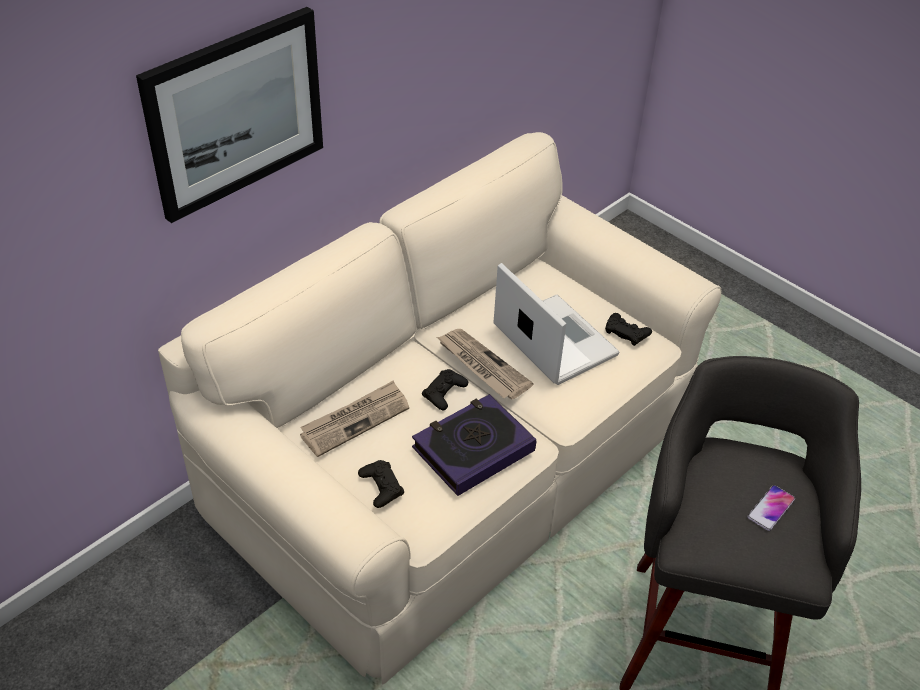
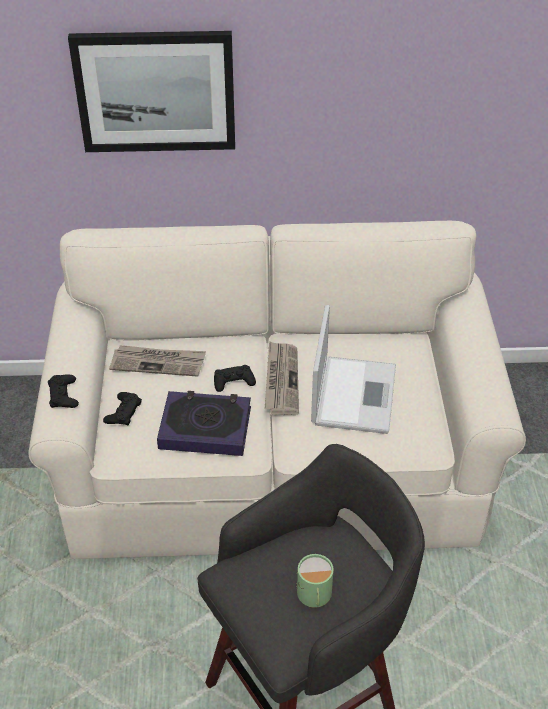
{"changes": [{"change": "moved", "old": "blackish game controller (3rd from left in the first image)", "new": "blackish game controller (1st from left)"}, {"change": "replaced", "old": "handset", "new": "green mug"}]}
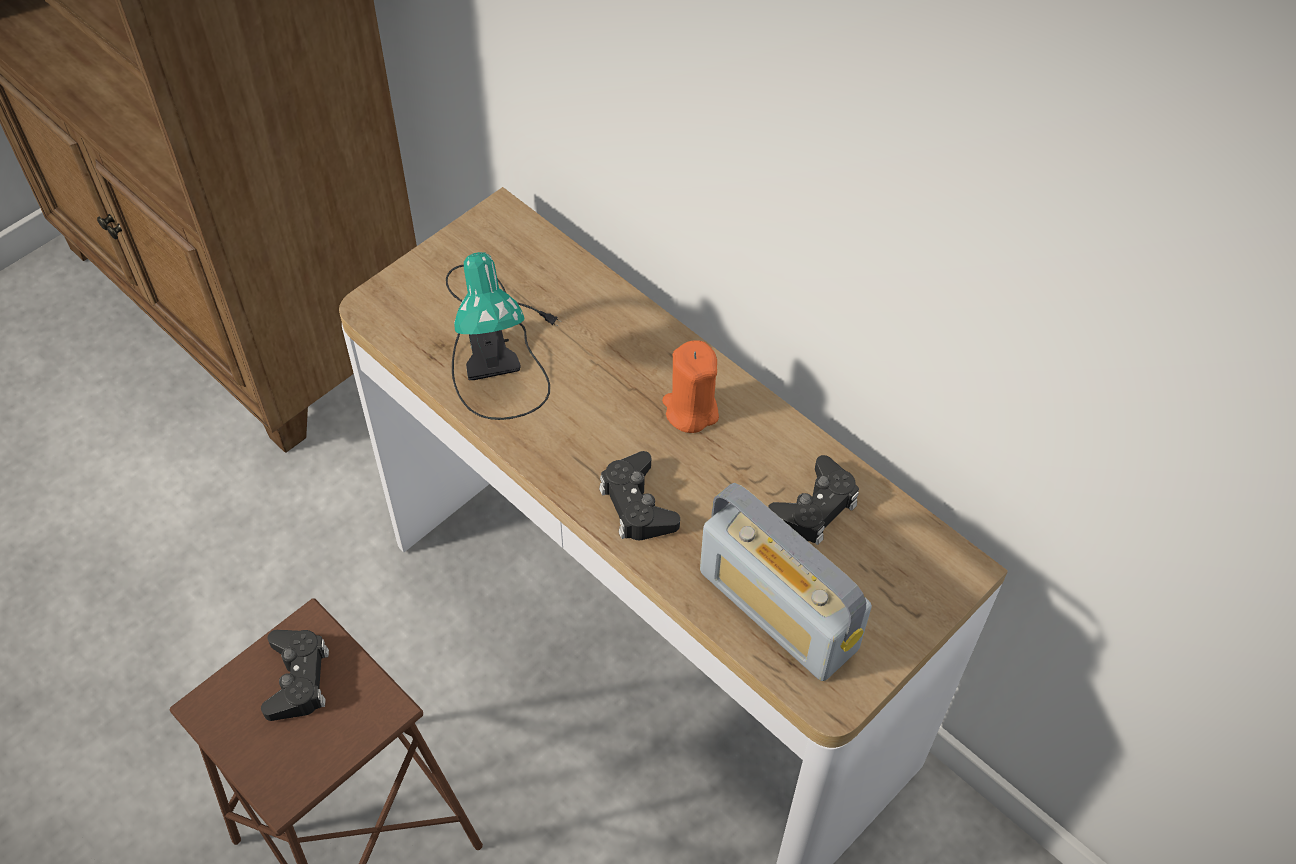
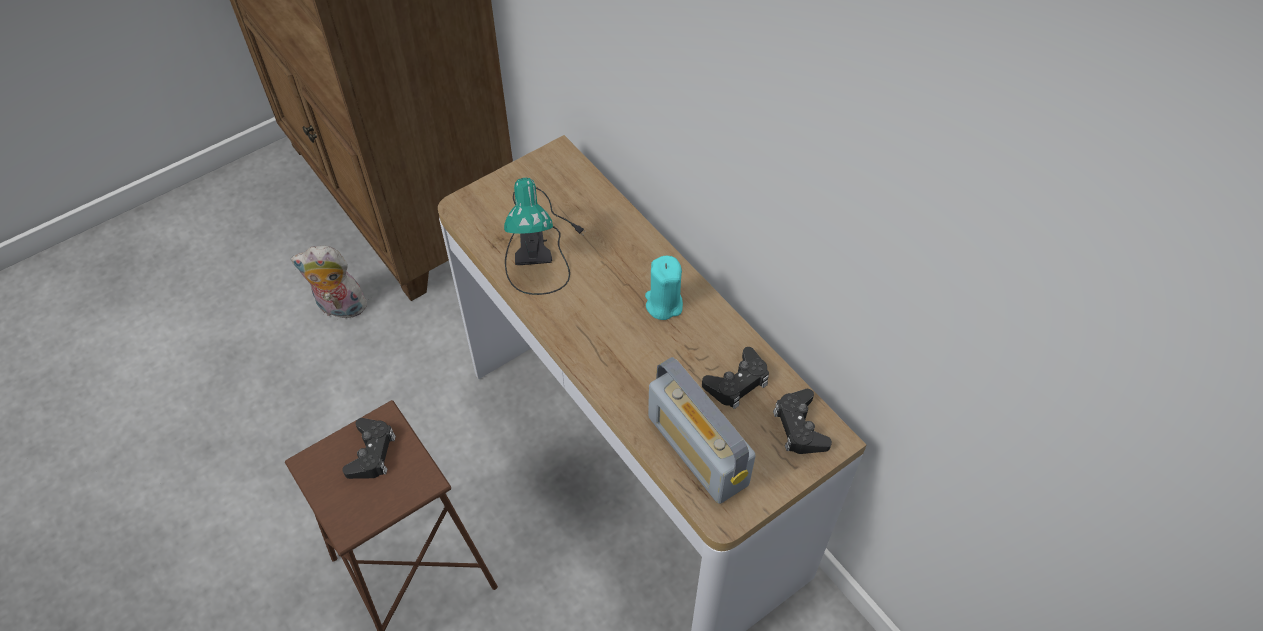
{"changes": [{"change": "moved", "old": "blackish game controller (2nd from left in the first image)", "new": "blackish game controller (3rd from left)"}, {"change": "recoloured", "old": "orange candle", "new": "turquoise candle"}, {"change": "added", "new": "cuddly toy"}]}
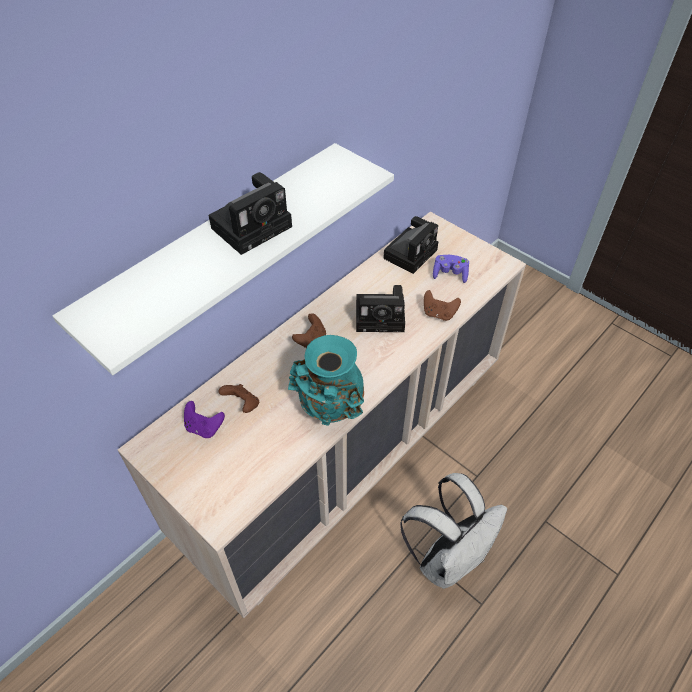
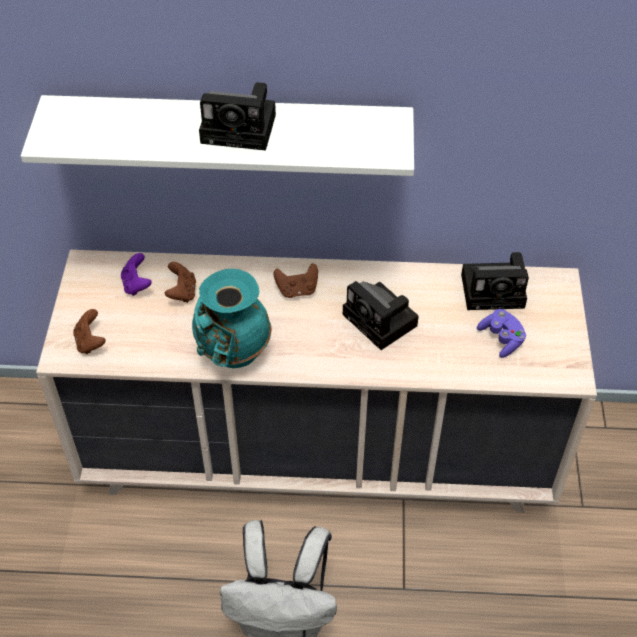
{"changes": [{"change": "moved", "old": "brown game controller (3rd from left in the first image)", "new": "brown game controller (1st from left)"}]}
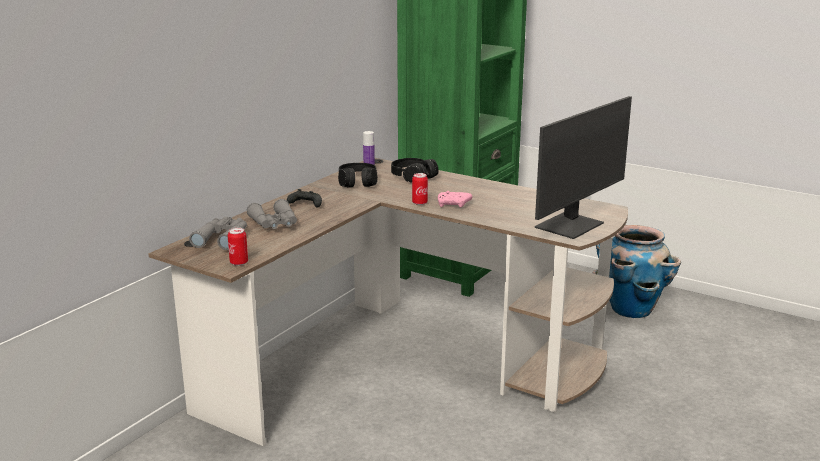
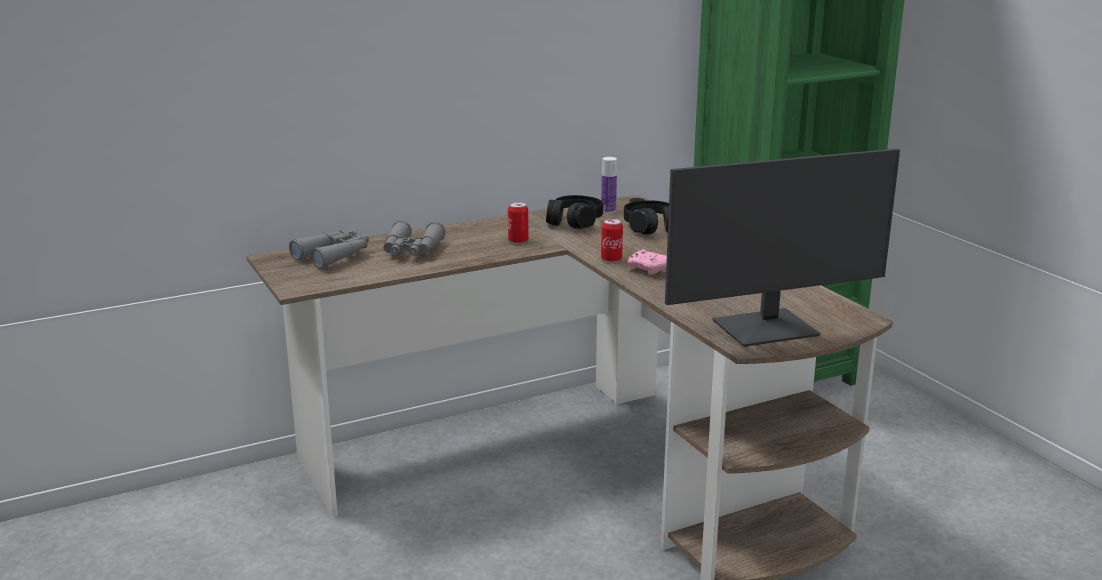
{"changes": [{"change": "moved", "old": "can (1st from left)"}, {"change": "removed", "old": "blackish game controller"}, {"change": "removed", "old": "plant pot"}]}
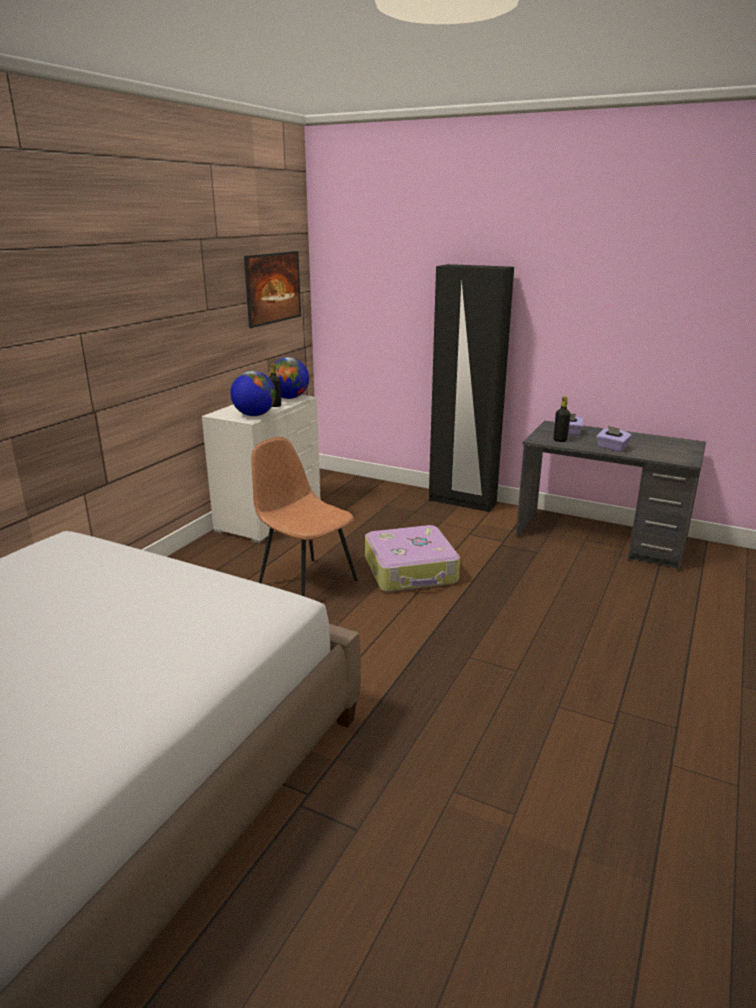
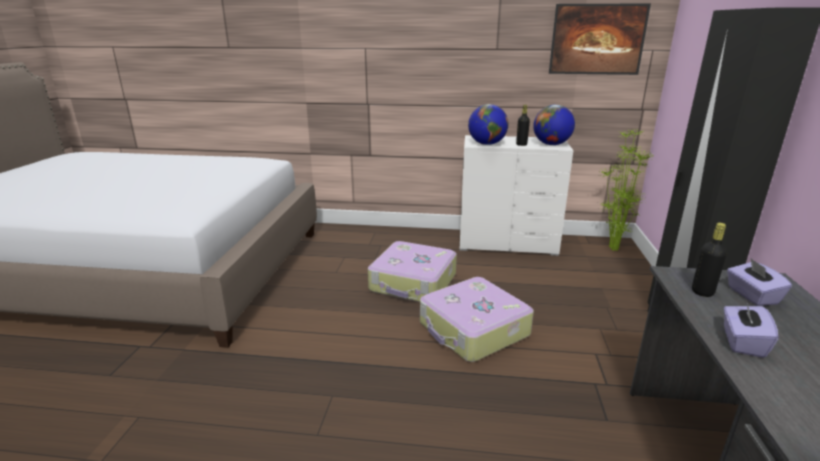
{"changes": [{"change": "replaced", "old": "brown chair", "new": "travel case (1st from left)"}, {"change": "added", "new": "plant in a pot"}]}
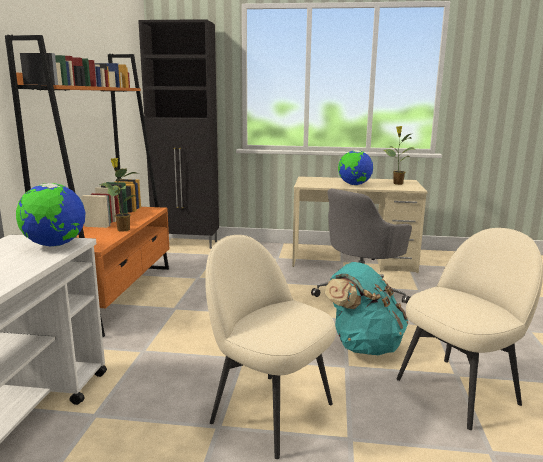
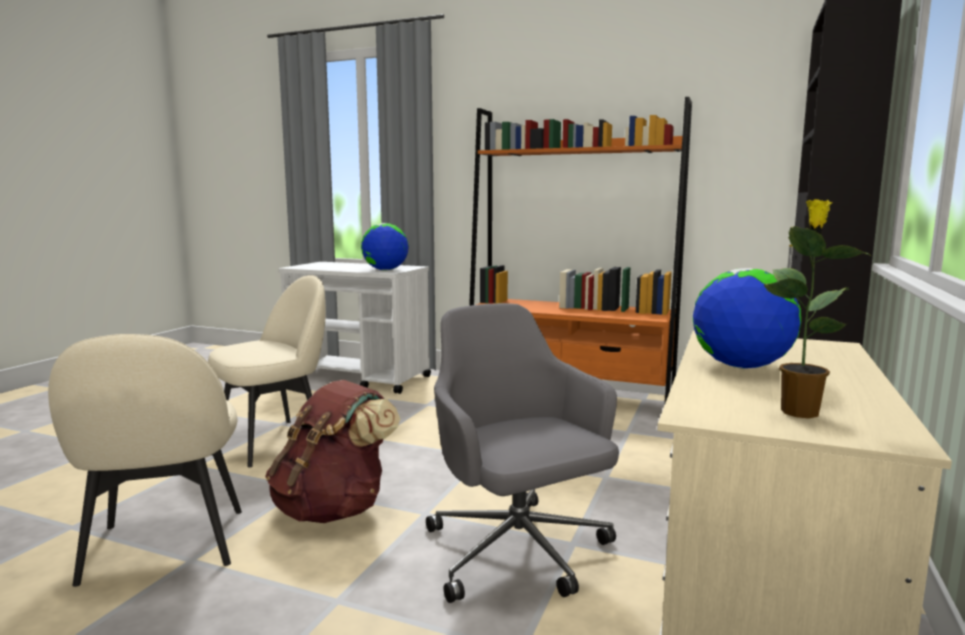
{"changes": [{"change": "removed", "old": "plant in a pot (1st from left)"}, {"change": "recoloured", "old": "turquoise knapsack", "new": "brown knapsack"}]}
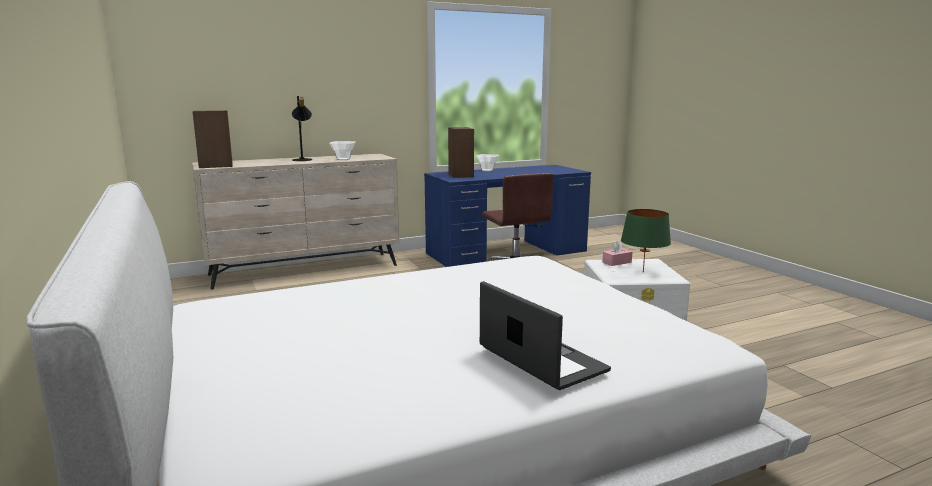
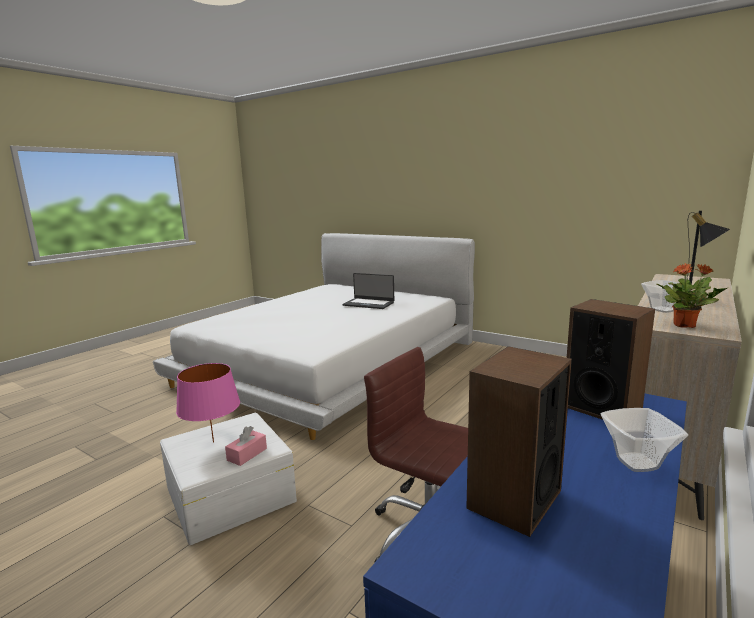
{"changes": [{"change": "moved", "old": "audio speaker (1st from left)"}, {"change": "moved", "old": "notebook computer"}, {"change": "recoloured", "old": "green table lamp", "new": "pink table lamp"}, {"change": "added", "new": "plant in a pot"}]}
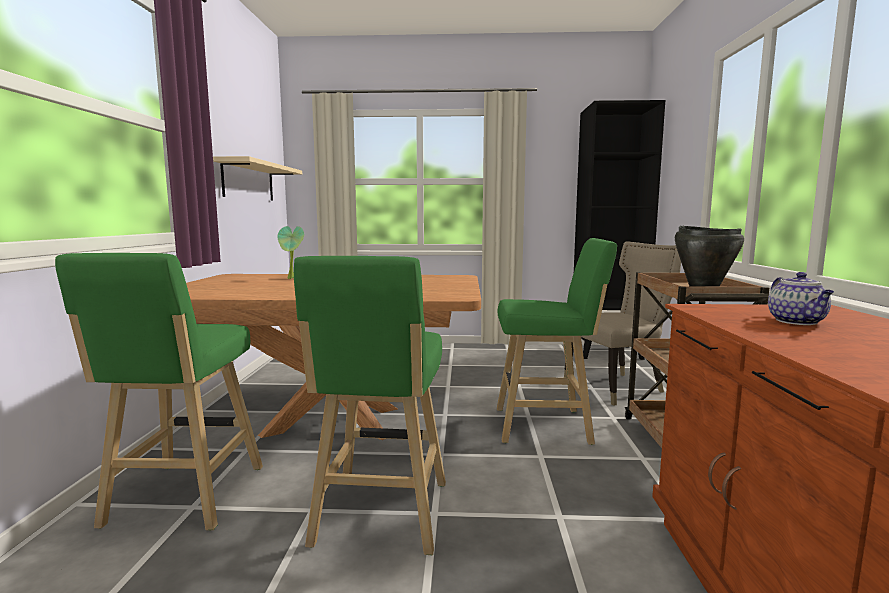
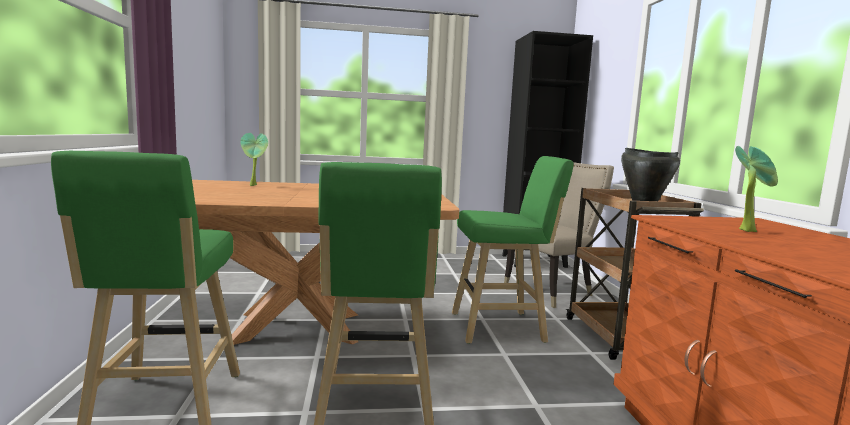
{"changes": [{"change": "removed", "old": "beige bracket shelf"}, {"change": "replaced", "old": "pot for tea", "new": "plant in a pot (2nd from left)"}]}
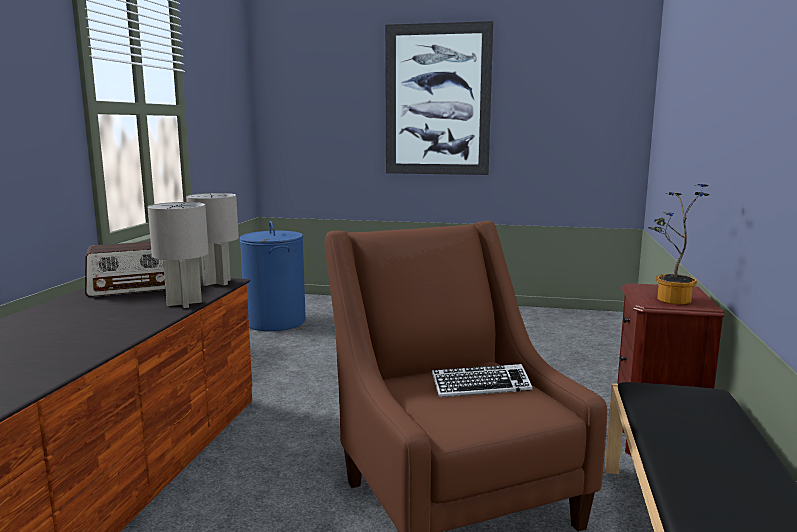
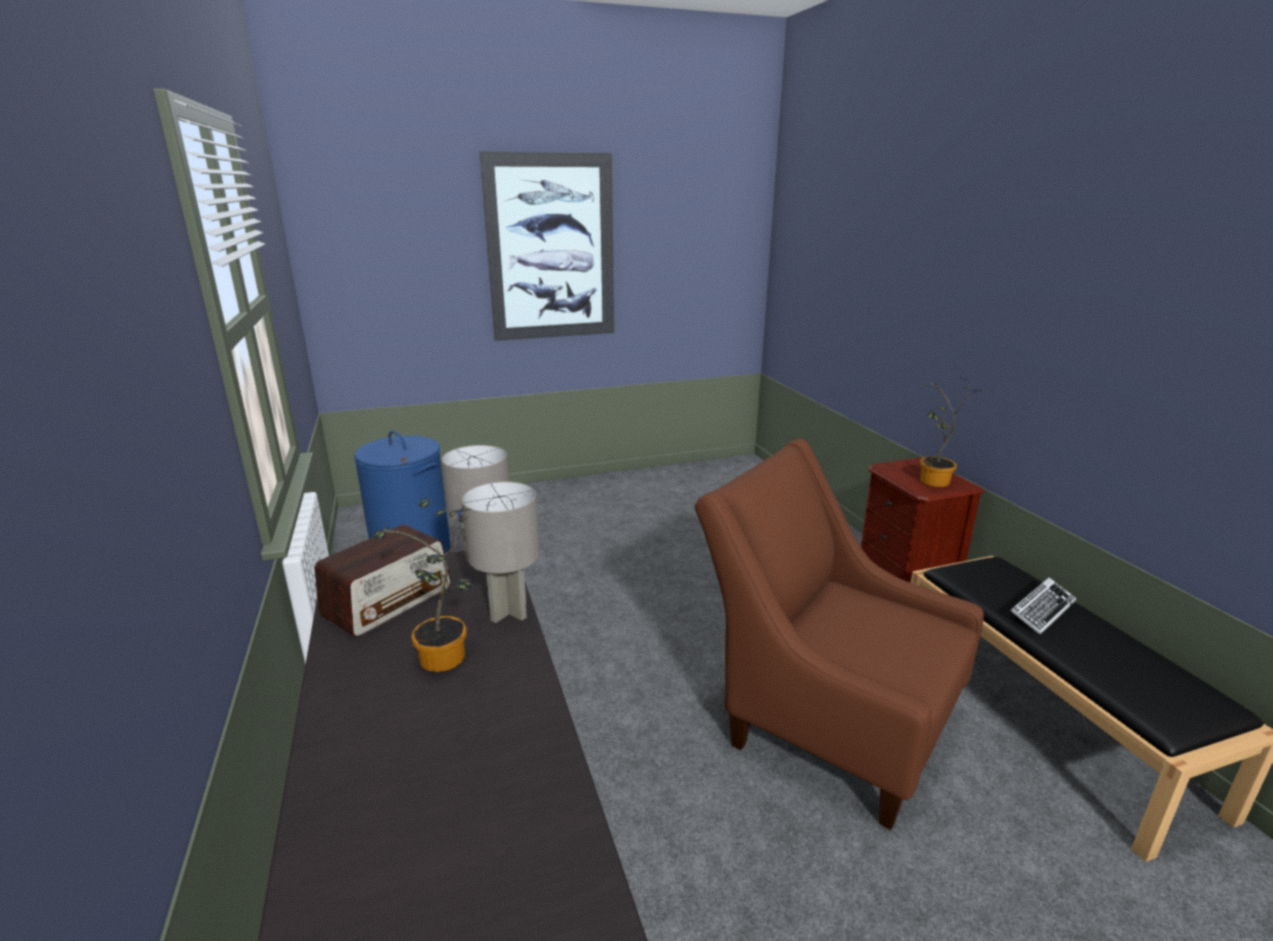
{"changes": [{"change": "moved", "old": "PC keyboard"}, {"change": "added", "new": "plant in a pot (1st from left)"}]}
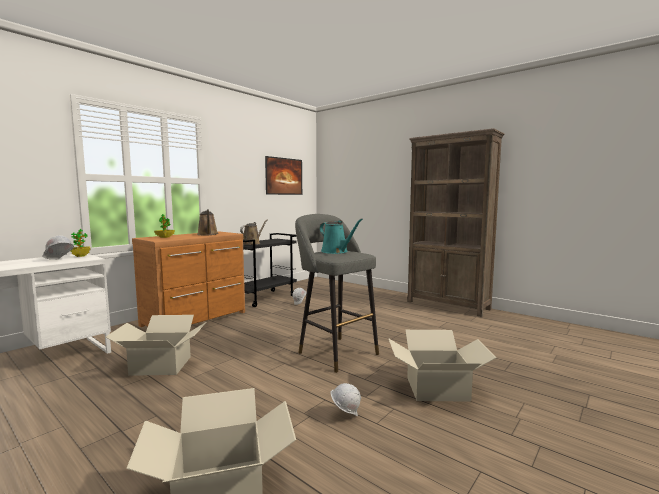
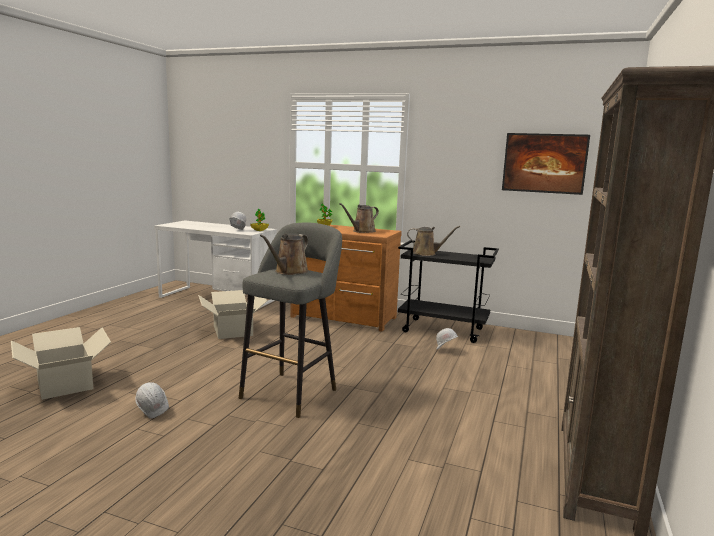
{"changes": [{"change": "recoloured", "old": "turquoise watering pot", "new": "brown watering pot (1st from left)"}, {"change": "removed", "old": "packing box (3rd from left)"}]}
